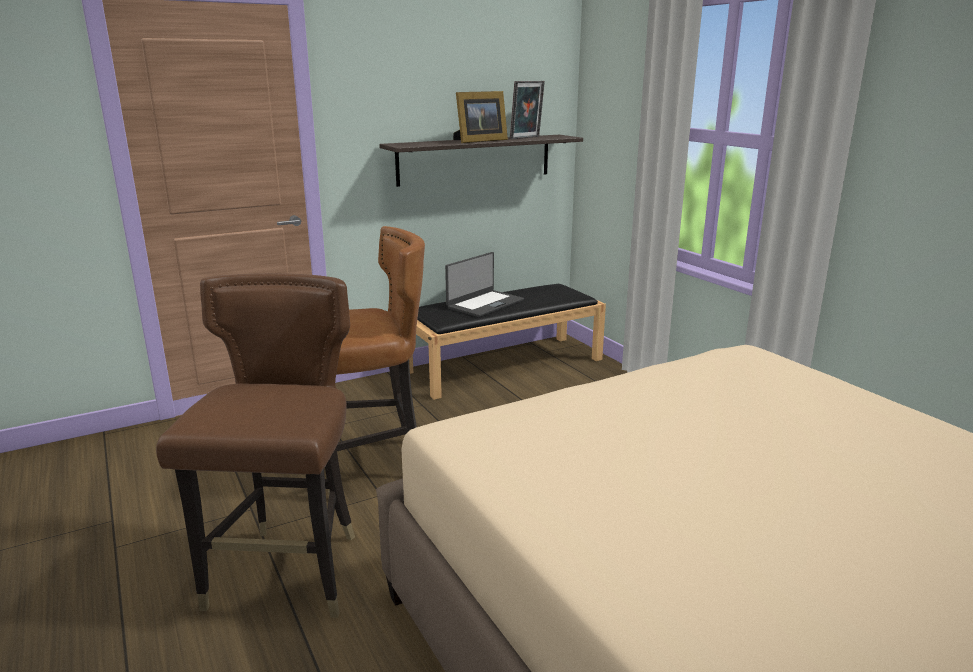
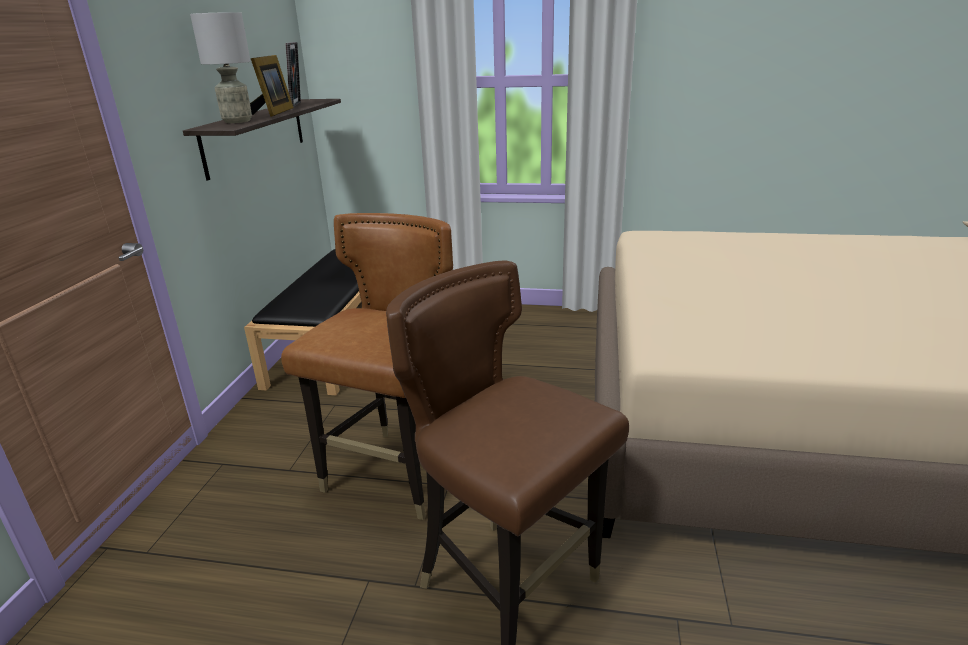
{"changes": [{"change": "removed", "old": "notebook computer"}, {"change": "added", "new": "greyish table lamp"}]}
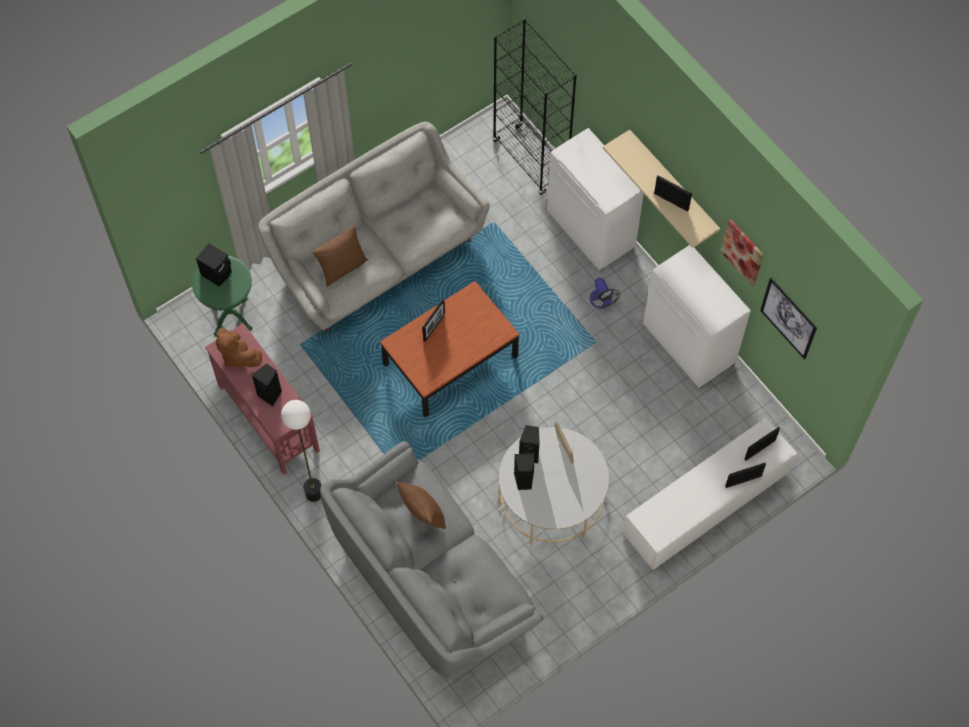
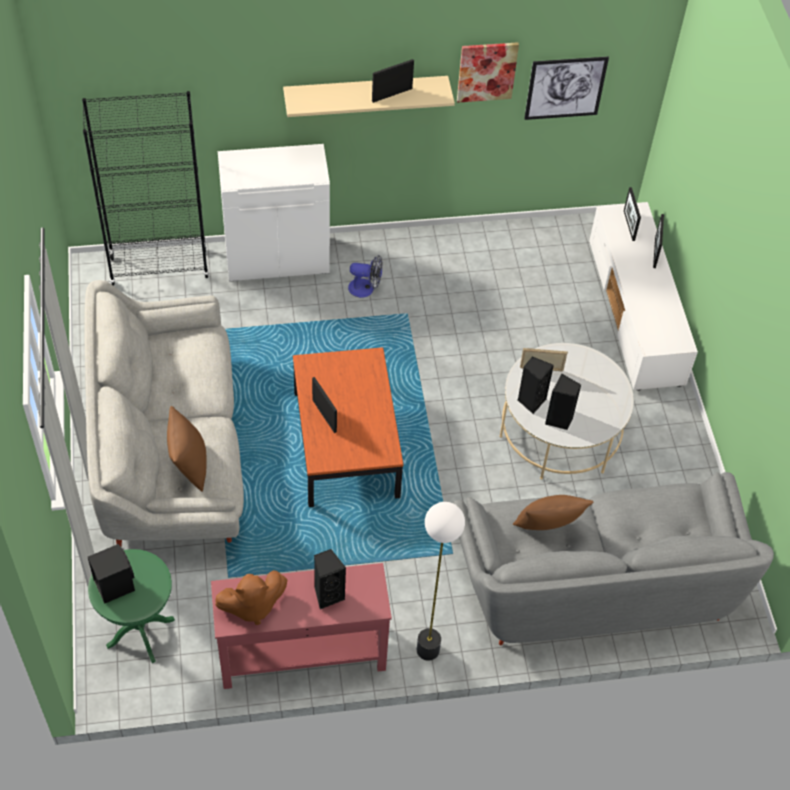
{"changes": [{"change": "removed", "old": "whitish cupboard (2nd from left)"}]}
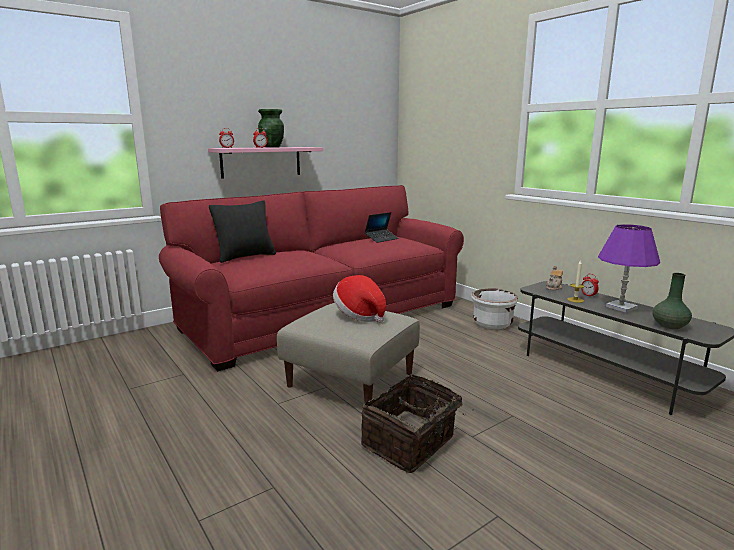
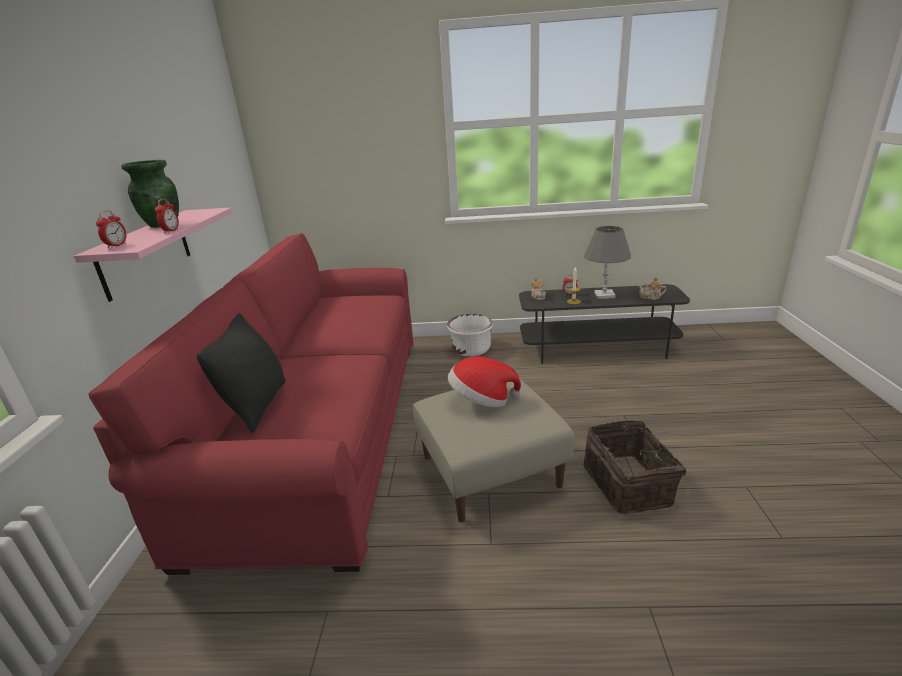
{"changes": [{"change": "removed", "old": "notebook computer"}, {"change": "recoloured", "old": "purple-coloured table lamp", "new": "greyish table lamp"}, {"change": "replaced", "old": "green flower vase (2nd from left)", "new": "pot for tea (2nd from left)"}]}
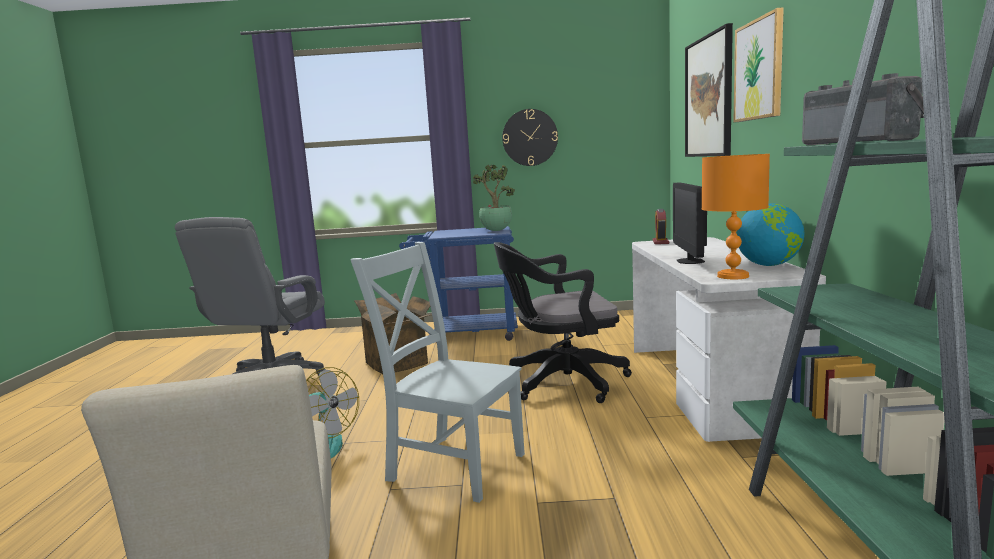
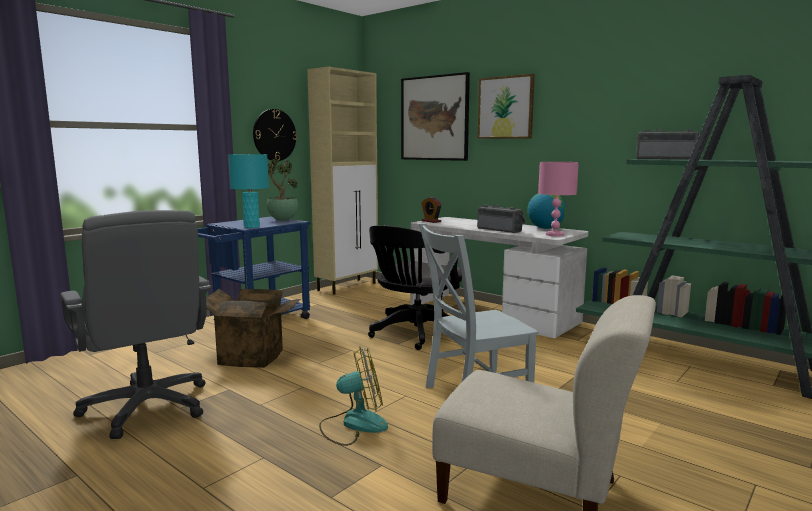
{"changes": [{"change": "replaced", "old": "monitor", "new": "radio (1st from left)"}, {"change": "recoloured", "old": "orange table lamp", "new": "pink table lamp"}, {"change": "added", "new": "turquoise table lamp"}, {"change": "added", "new": "beige cupboard"}]}
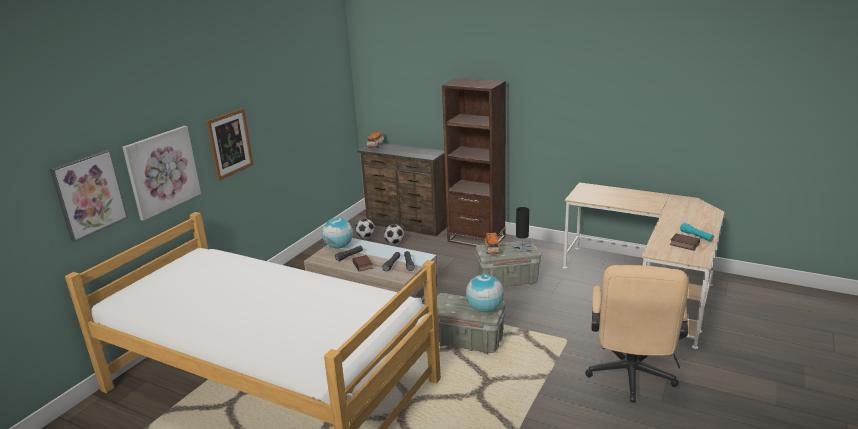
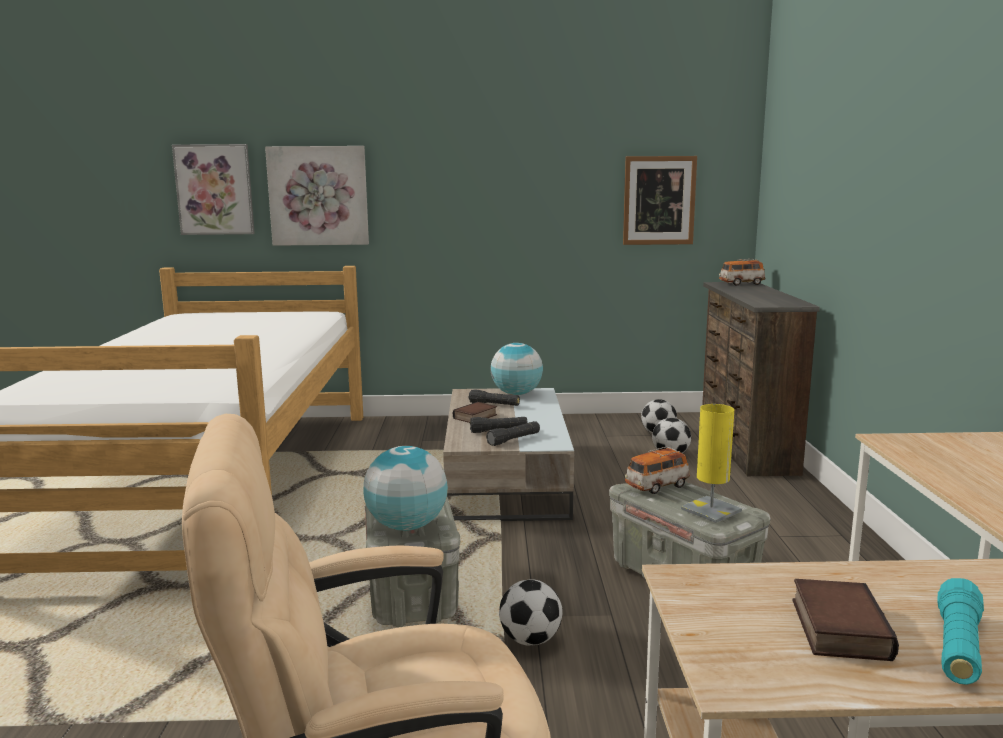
{"changes": [{"change": "moved", "old": "wall picture (3rd from left)"}, {"change": "removed", "old": "brown bookshelf"}, {"change": "recoloured", "old": "blackish table lamp", "new": "yellowish table lamp"}, {"change": "added", "new": "ball for football (1st from left)"}]}
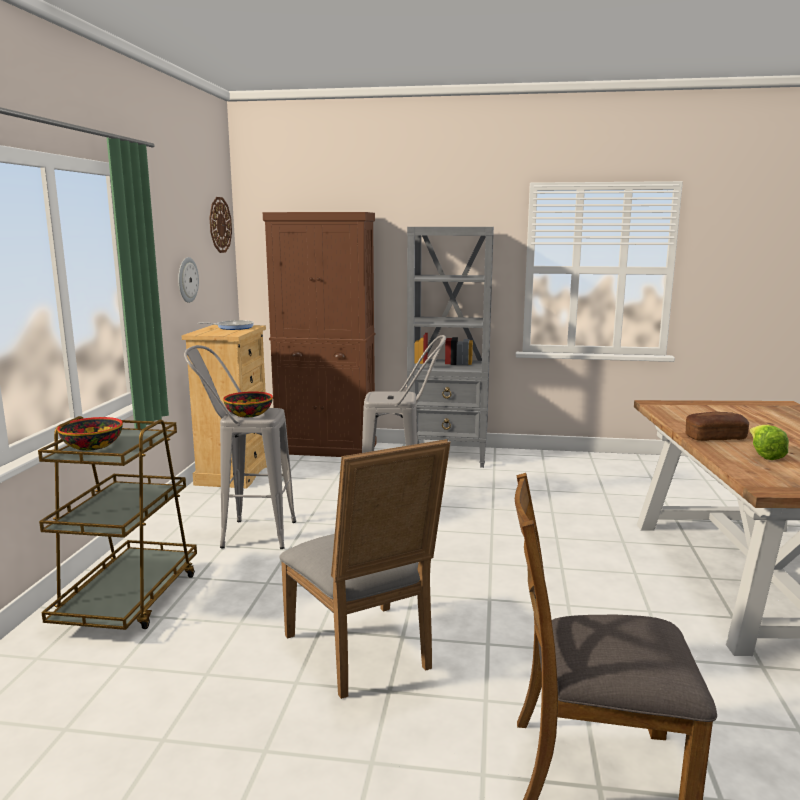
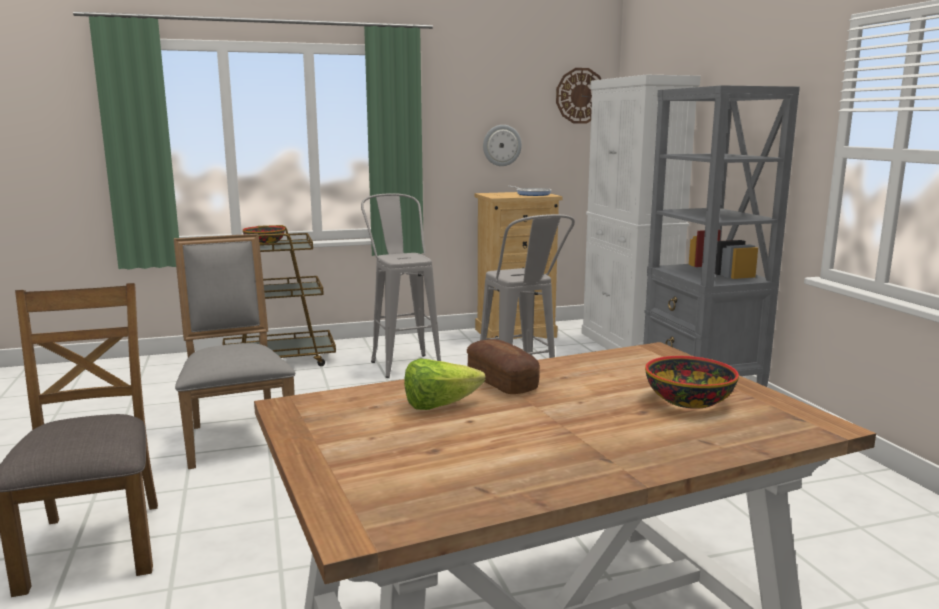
{"changes": [{"change": "moved", "old": "serving bowl (2nd from left)"}, {"change": "recoloured", "old": "brown cupboard", "new": "whitish cupboard"}, {"change": "turned", "old": "greyish chair", "degrees": 120}]}
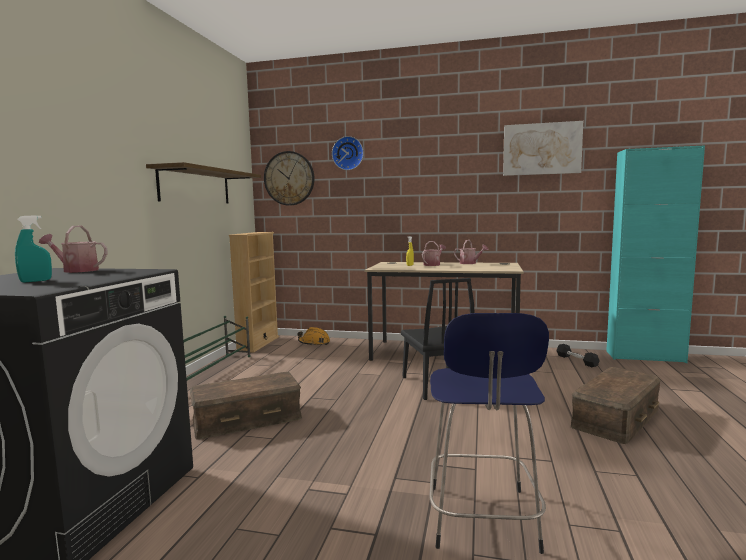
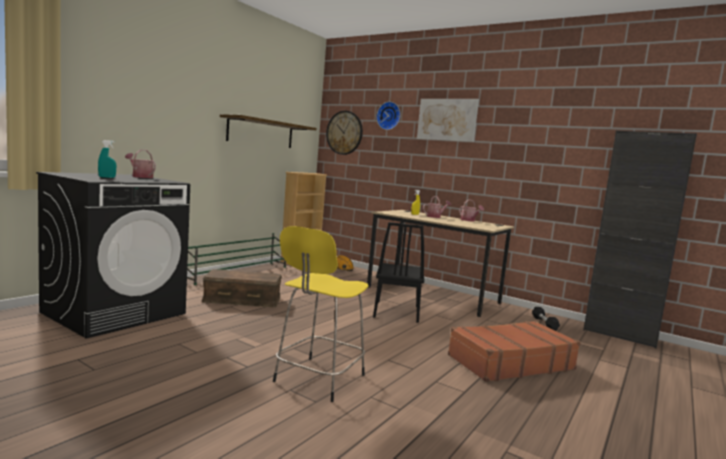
{"changes": [{"change": "recoloured", "old": "bluish stool seat", "new": "yellowish stool seat"}, {"change": "moved", "old": "wall picture"}, {"change": "replaced", "old": "brown storage container (2nd from left)", "new": "brown travel case"}, {"change": "recoloured", "old": "turquoise cupboard", "new": "blackish cupboard"}]}
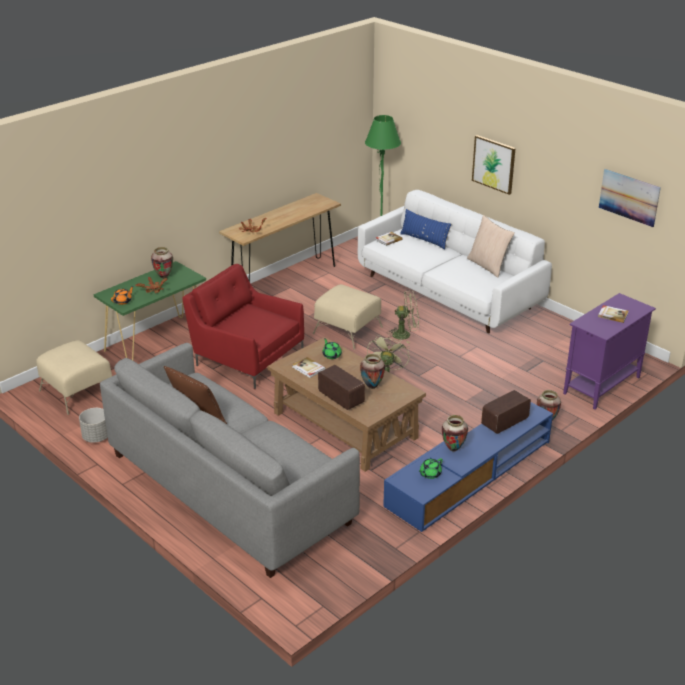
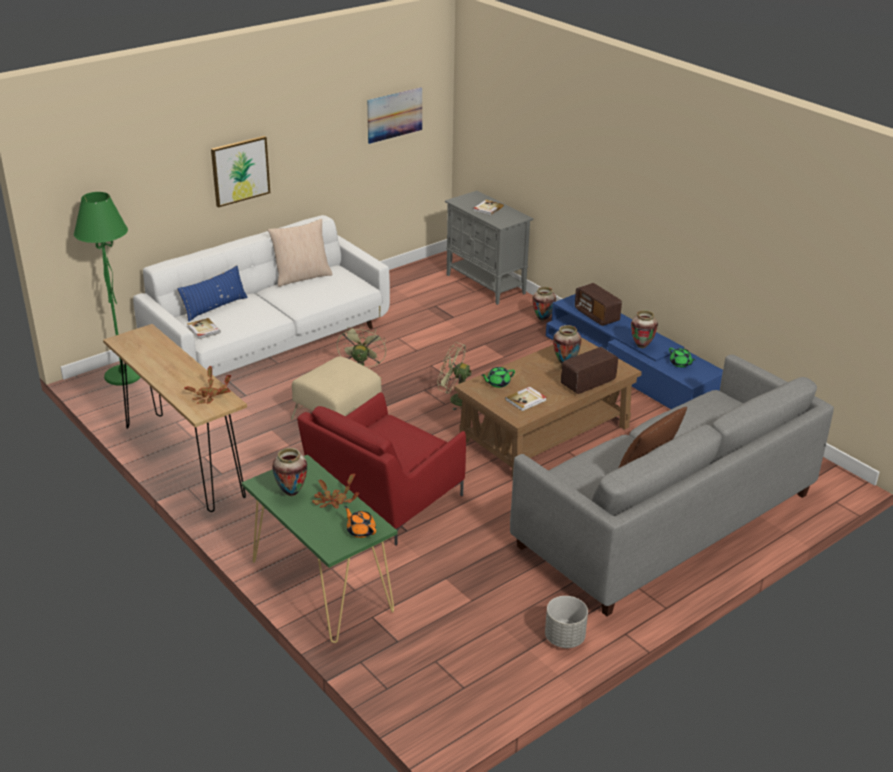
{"changes": [{"change": "removed", "old": "beige ottoman (1st from left)"}, {"change": "recoloured", "old": "purple-coloured cupboard", "new": "greyish cupboard"}]}
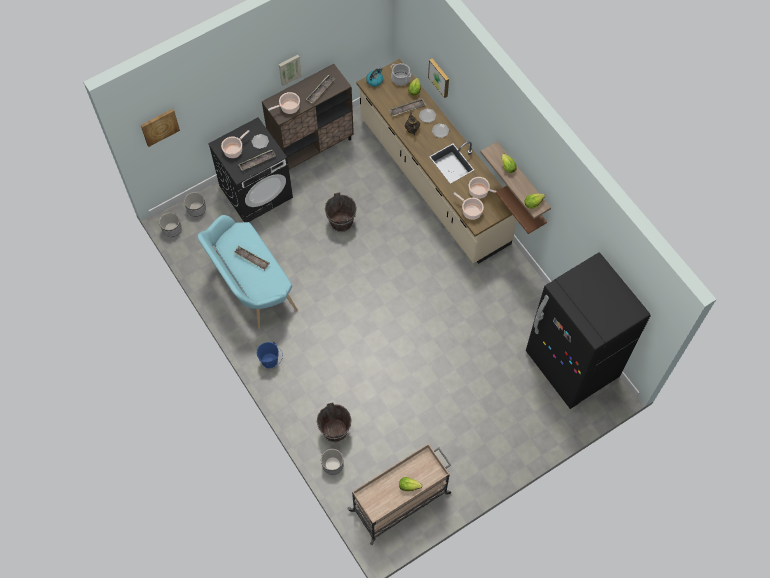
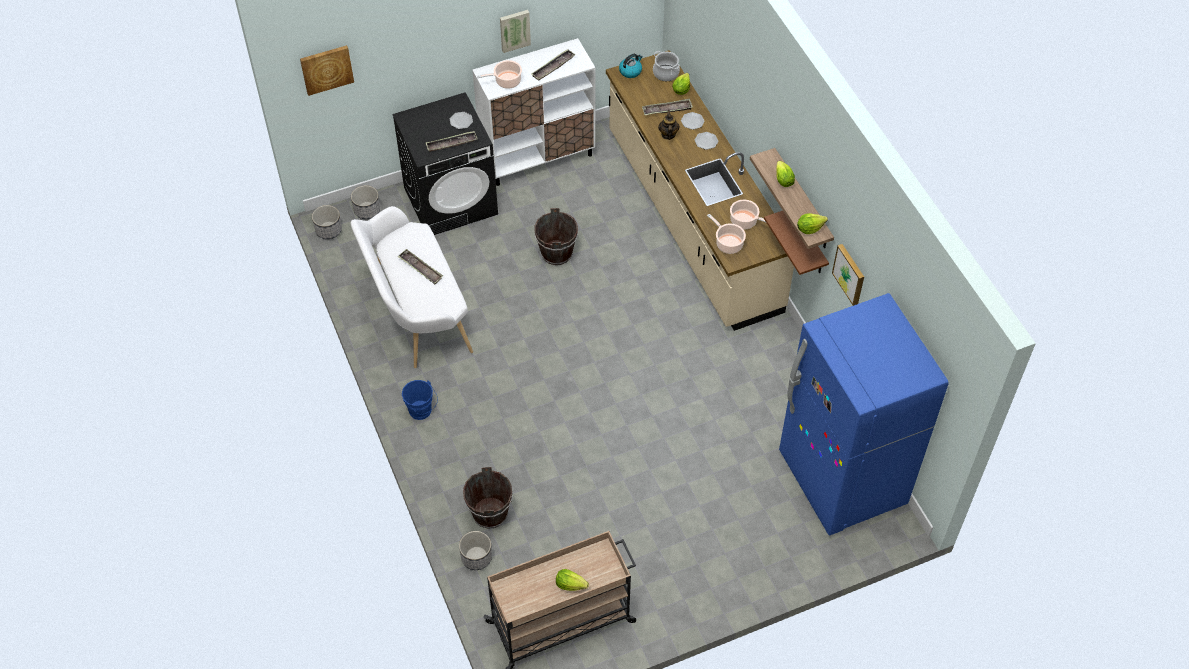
{"changes": [{"change": "recoloured", "old": "turquoise bench", "new": "whitish bench"}, {"change": "removed", "old": "cooking pot (1st from left)"}, {"change": "recoloured", "old": "brown cupboard", "new": "whitish cupboard"}, {"change": "moved", "old": "wall picture (3rd from left)"}, {"change": "recoloured", "old": "blackish refrigerator", "new": "bluish refrigerator"}]}
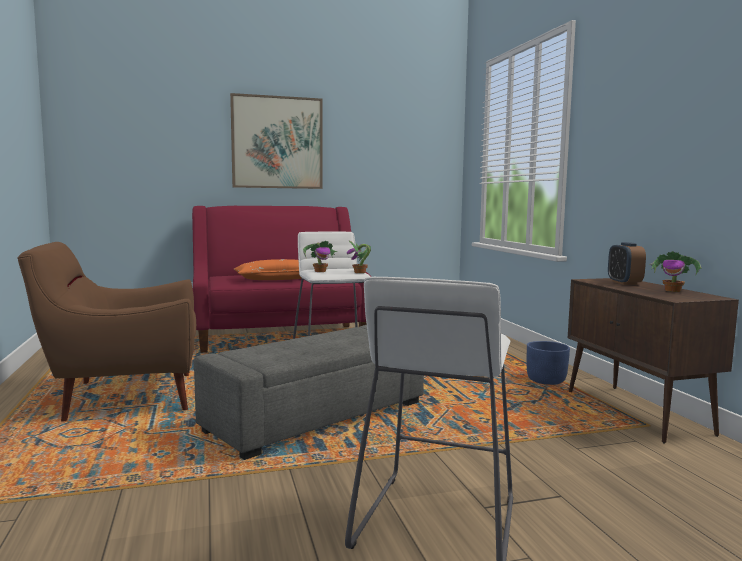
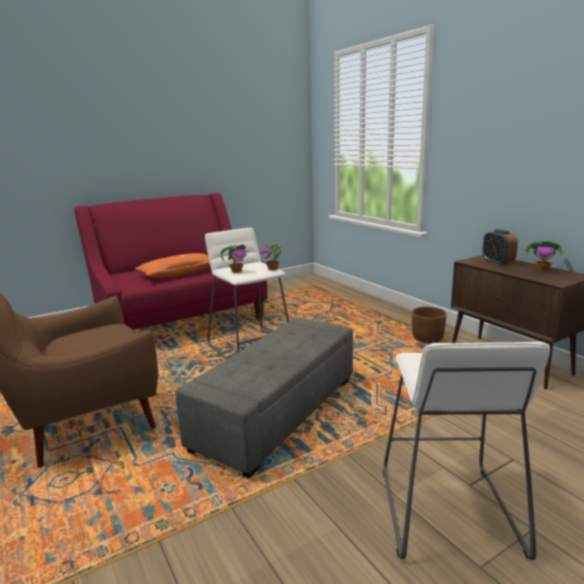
{"changes": [{"change": "removed", "old": "wall picture"}, {"change": "recoloured", "old": "bluish plant pot", "new": "brown plant pot"}]}
